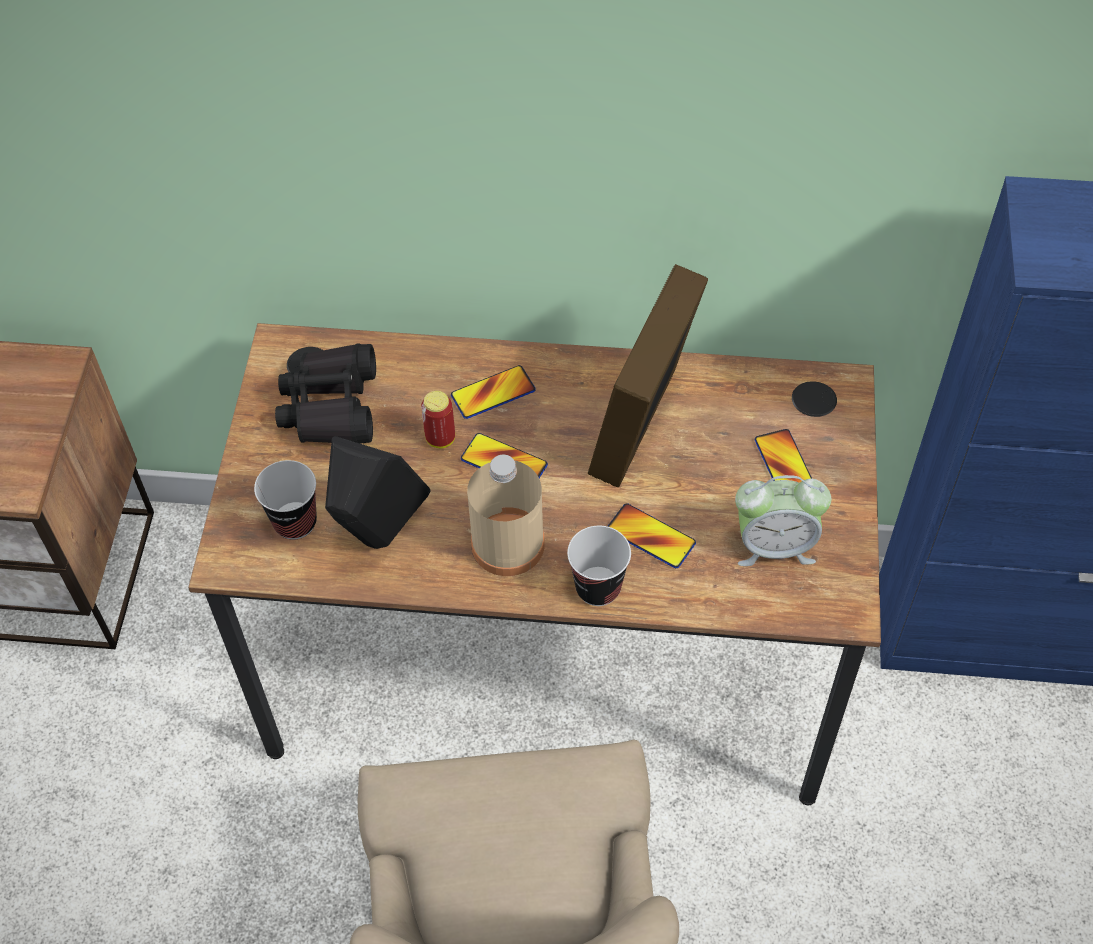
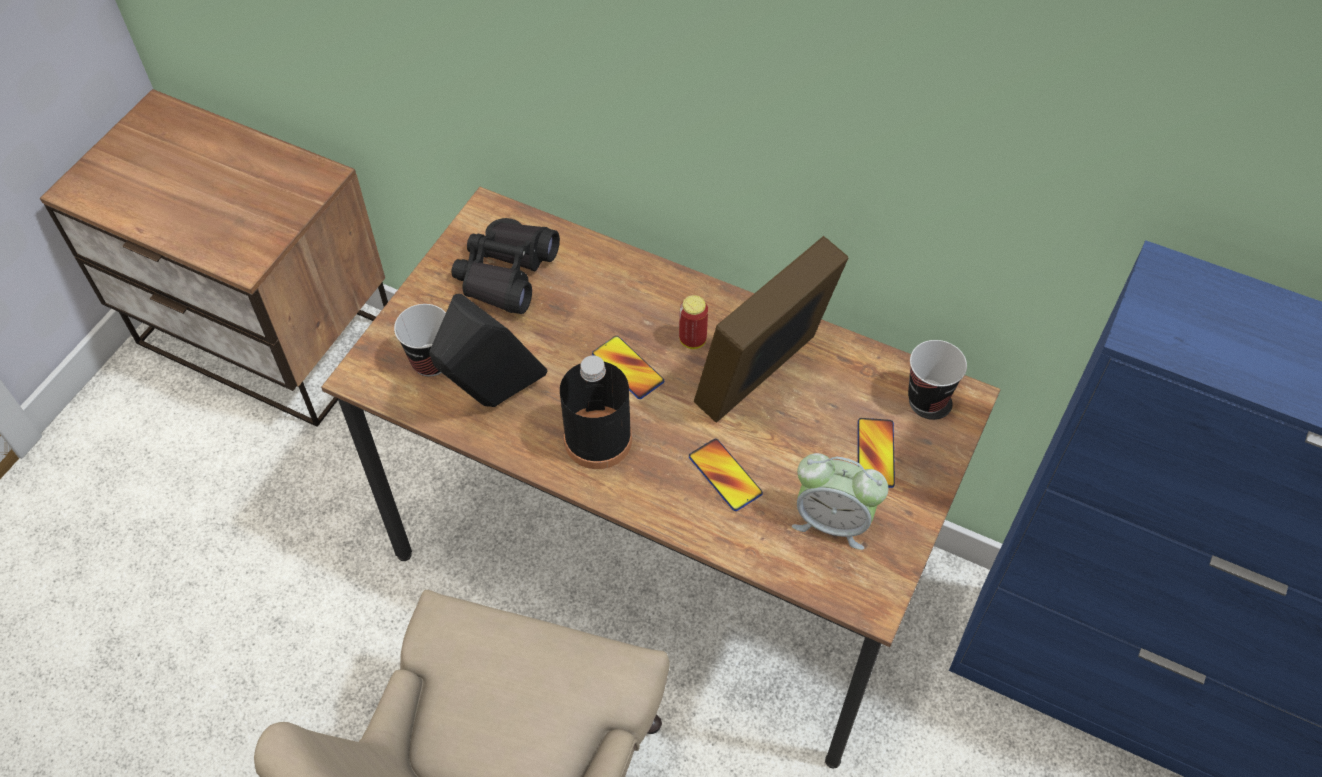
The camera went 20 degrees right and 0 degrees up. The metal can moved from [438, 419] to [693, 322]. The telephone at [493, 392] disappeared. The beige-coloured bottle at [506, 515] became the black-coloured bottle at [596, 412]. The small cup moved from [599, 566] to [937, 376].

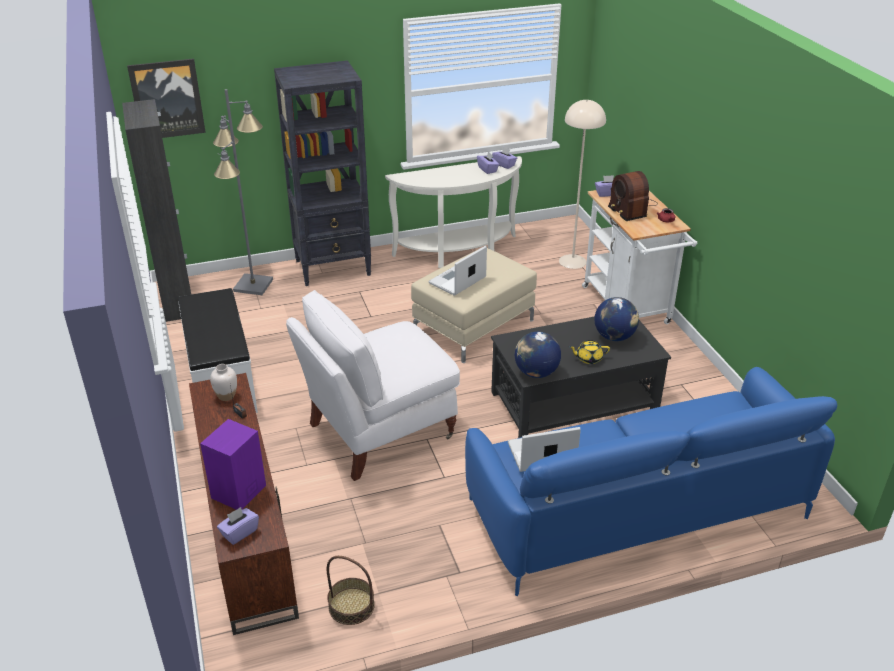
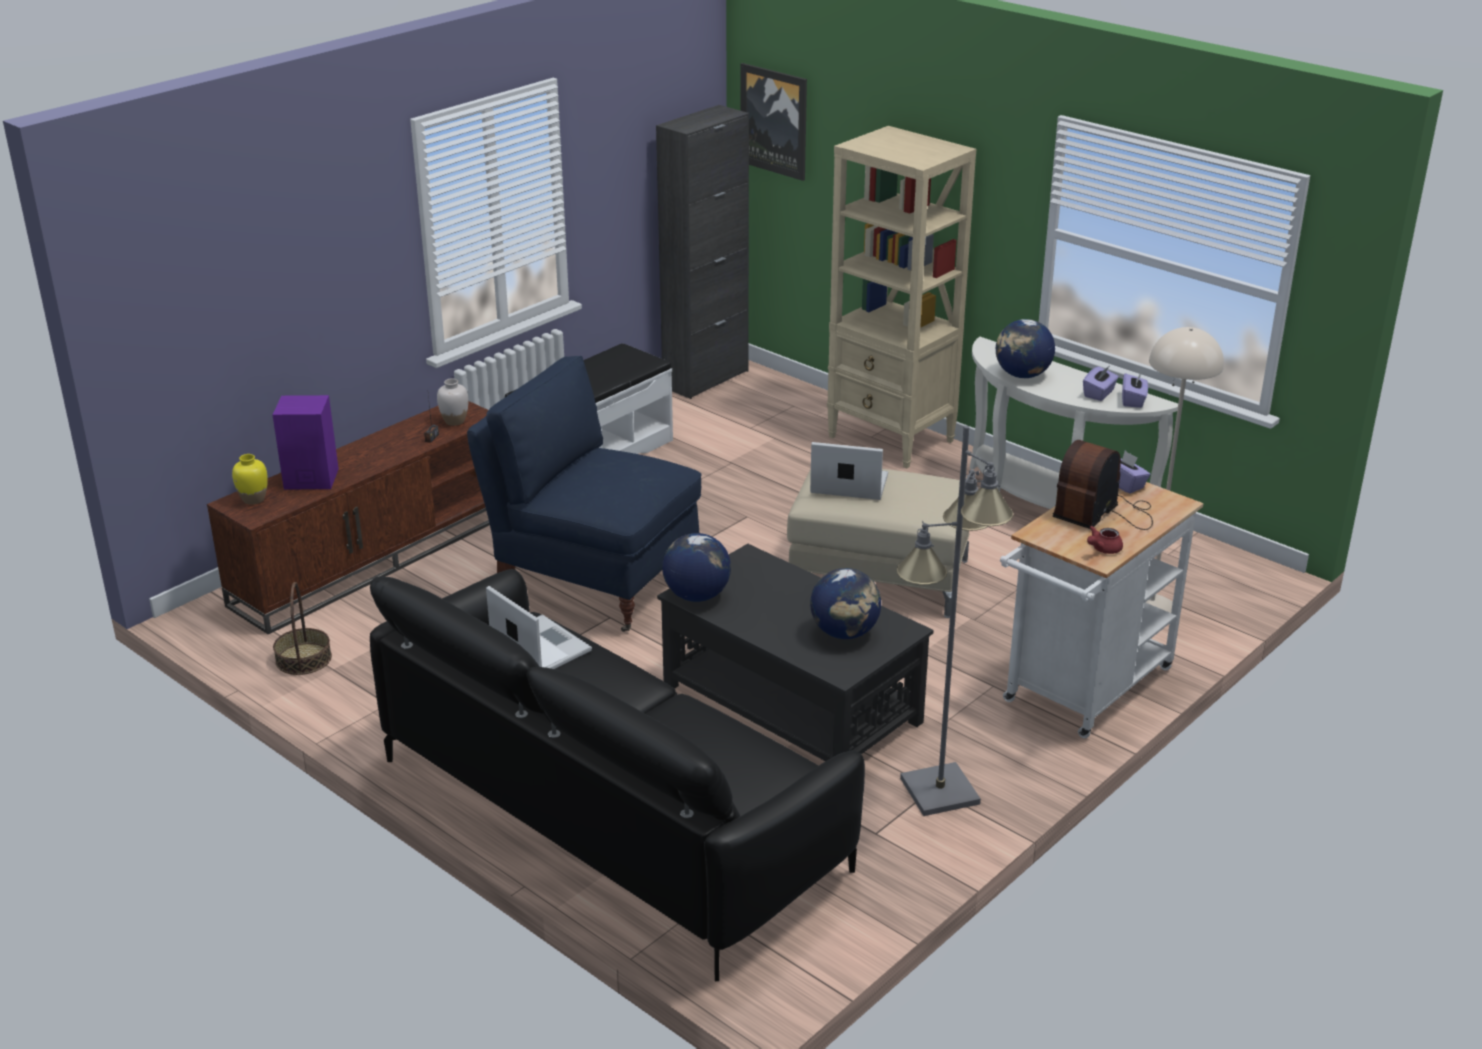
The camera went 60 degrees right and 5 degrees down. The greyish standing lamp moved from [243, 192] to [954, 621]. The purplish box of tissues at [238, 526] was replaced by the yellow vase at [250, 479]. The black-coloured bookcase at [322, 173] became the beige-coloured bookcase at [901, 297]. The whitish armchair at [373, 385] became the blue armchair at [584, 494]. The blue couch at [651, 481] became the black-coloured couch at [617, 775]. The yellow tea pot at [589, 352] disappeared. The globe at [1025, 348] appeared.

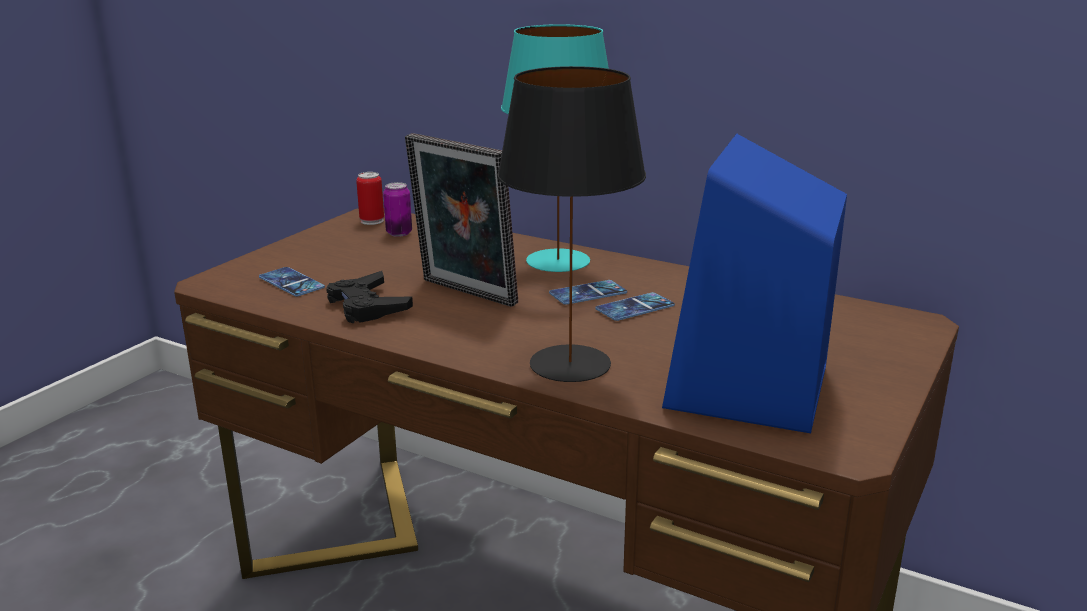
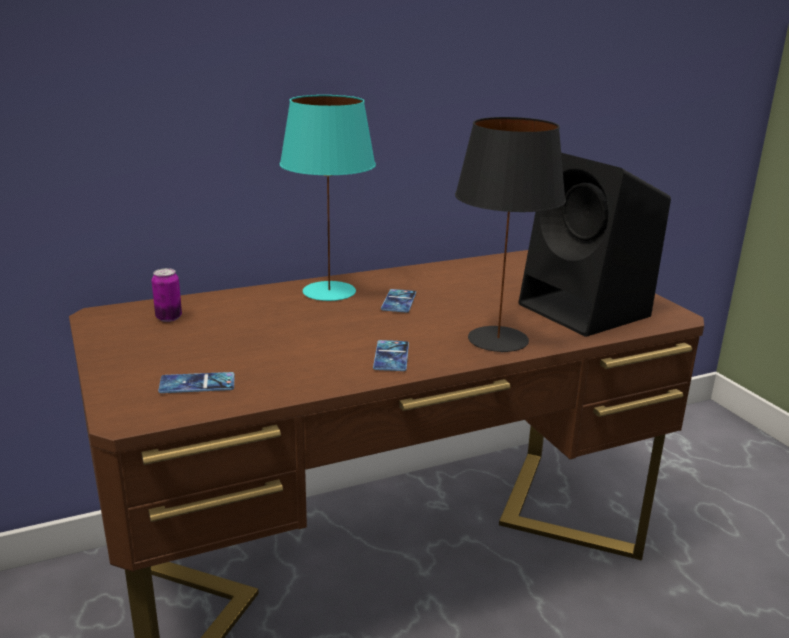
The camera went 55 degrees left and 0 degrees up. The black-coloured game controller at [369, 297] disappeared. The metal can at [370, 198] disappeared. The standing frame at [461, 220] disappeared. The telephone moved from [635, 306] to [391, 355]. The blue loudspeaker at [754, 283] became the black-coloured loudspeaker at [595, 245].

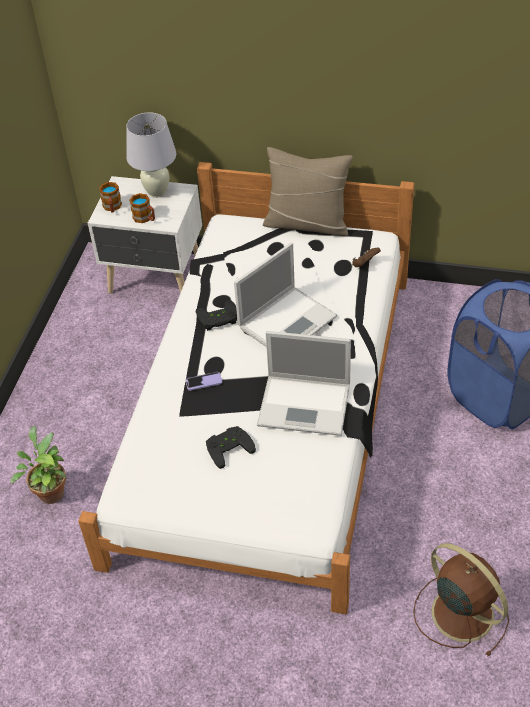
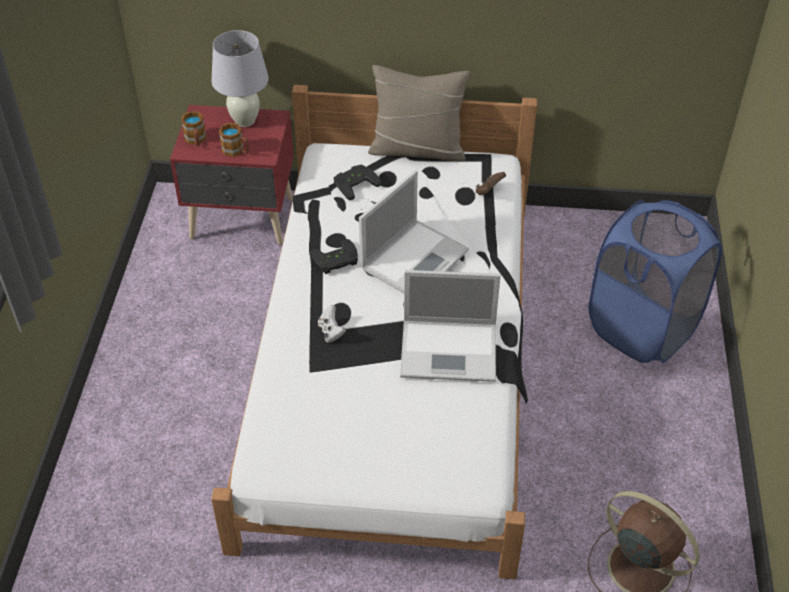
The camera went 10 degrees left and 0 degrees up. The plant in a pot at [38, 465] disappeared. The whitish bedside table at [145, 234] became the reddish bedside table at [232, 175]. The telephone at [203, 381] was replaced by the whitish game controller at [332, 324]. The black-coloured game controller moved from [231, 447] to [357, 182].

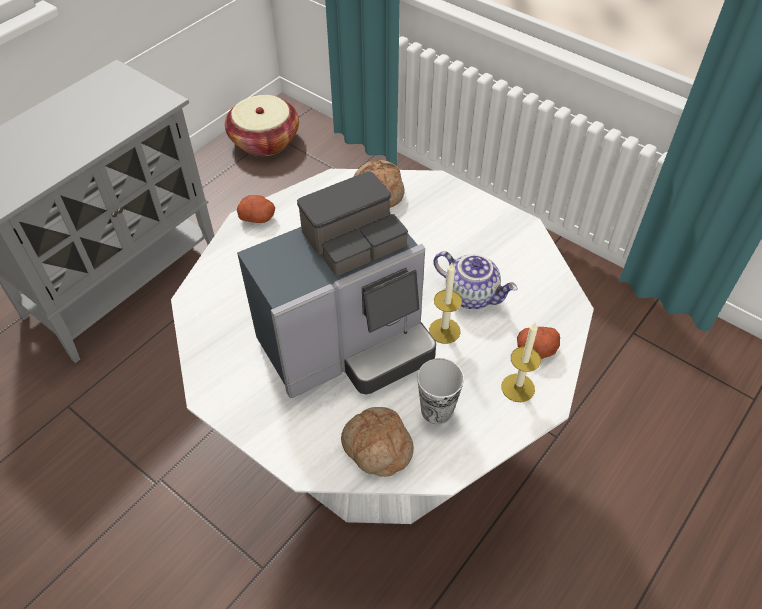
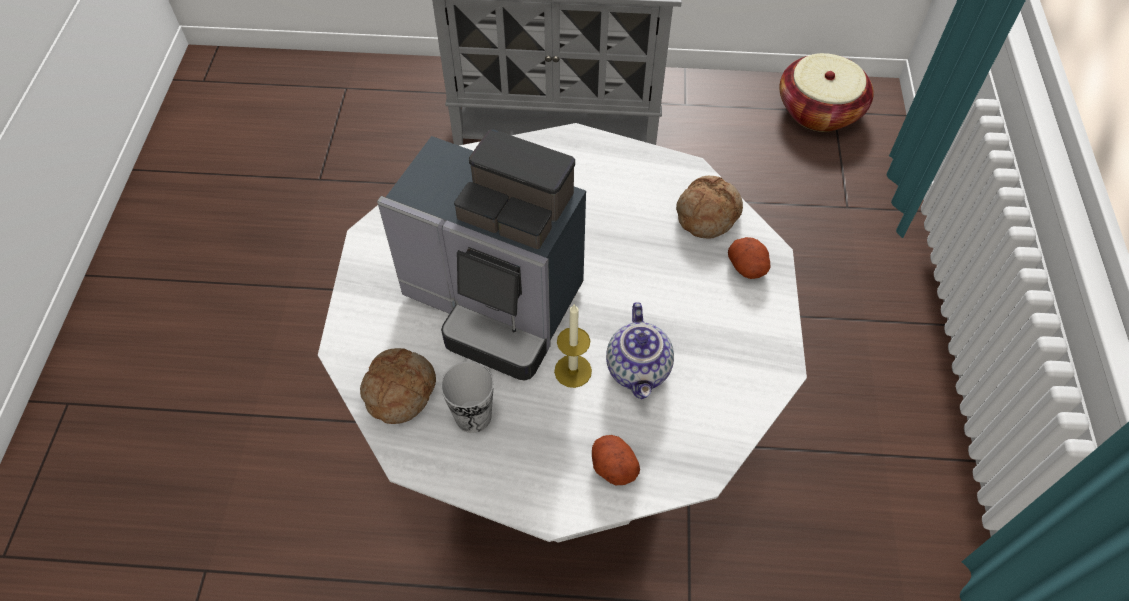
The camera went 55 degrees right and 5 degrees up. The potato moved from [256, 209] to [749, 258]. The candle at [521, 362] disappeared.

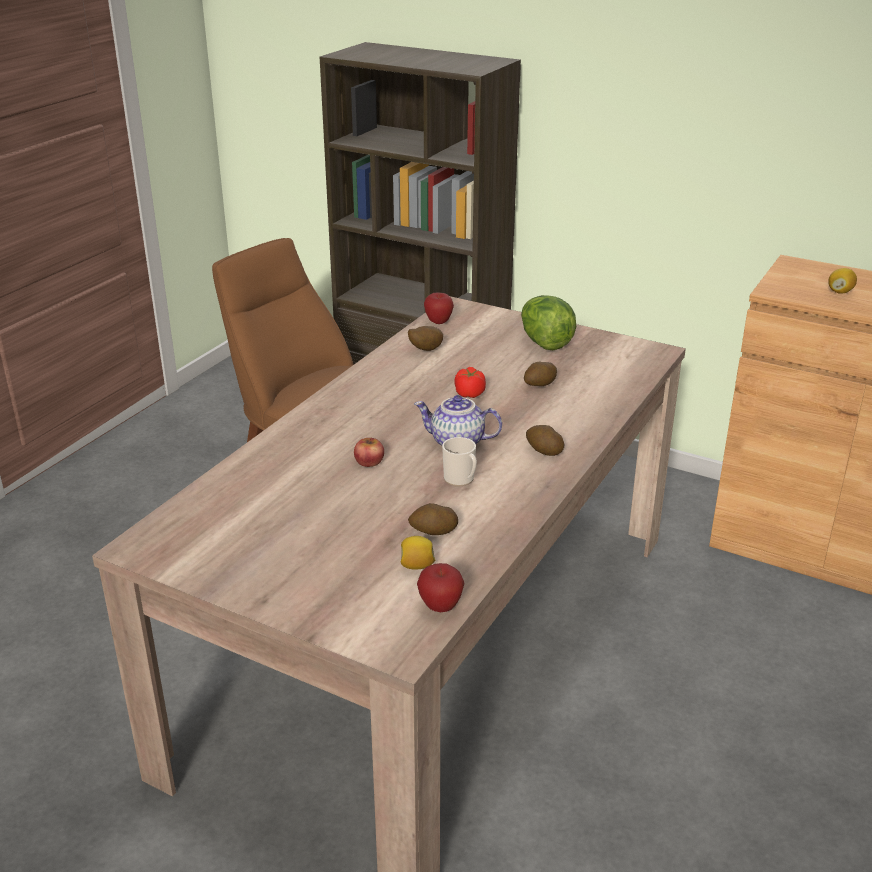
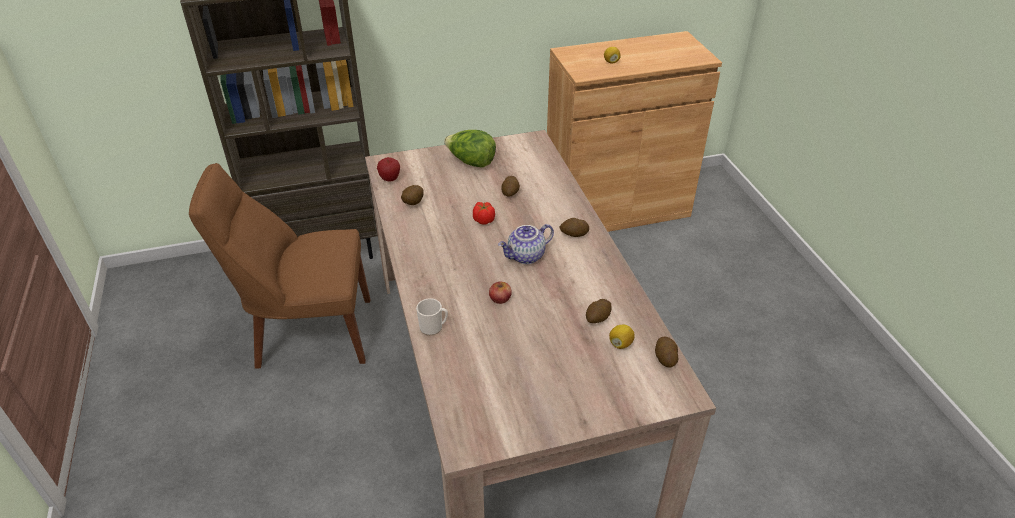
The camera went 45 degrees left and 10 degrees up. The apple at [440, 587] was replaced by the potato at [666, 352]. The tea mug moved from [459, 461] to [432, 316].

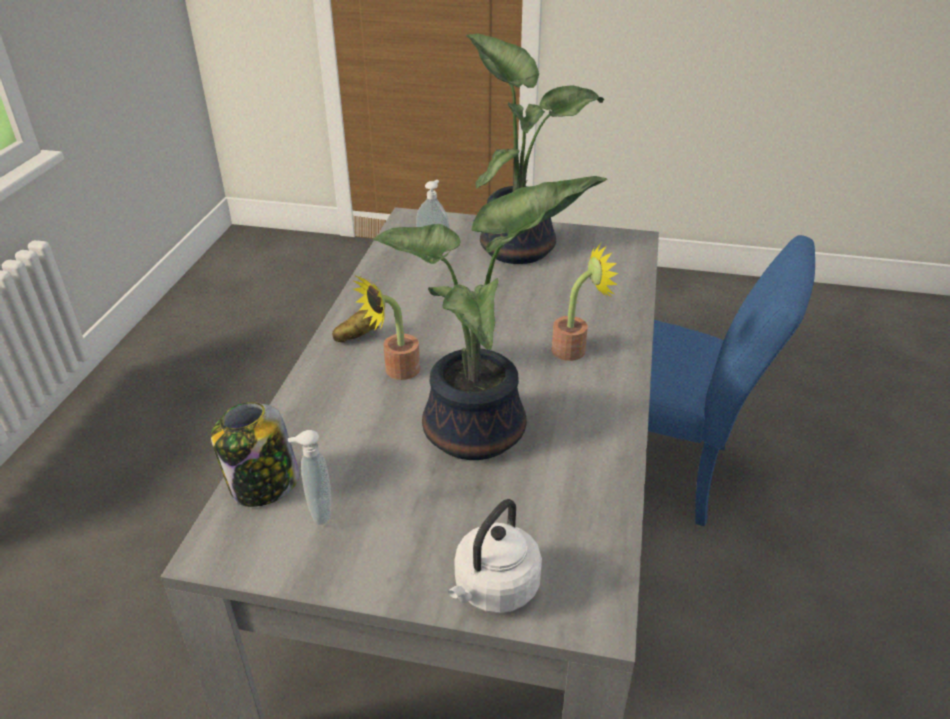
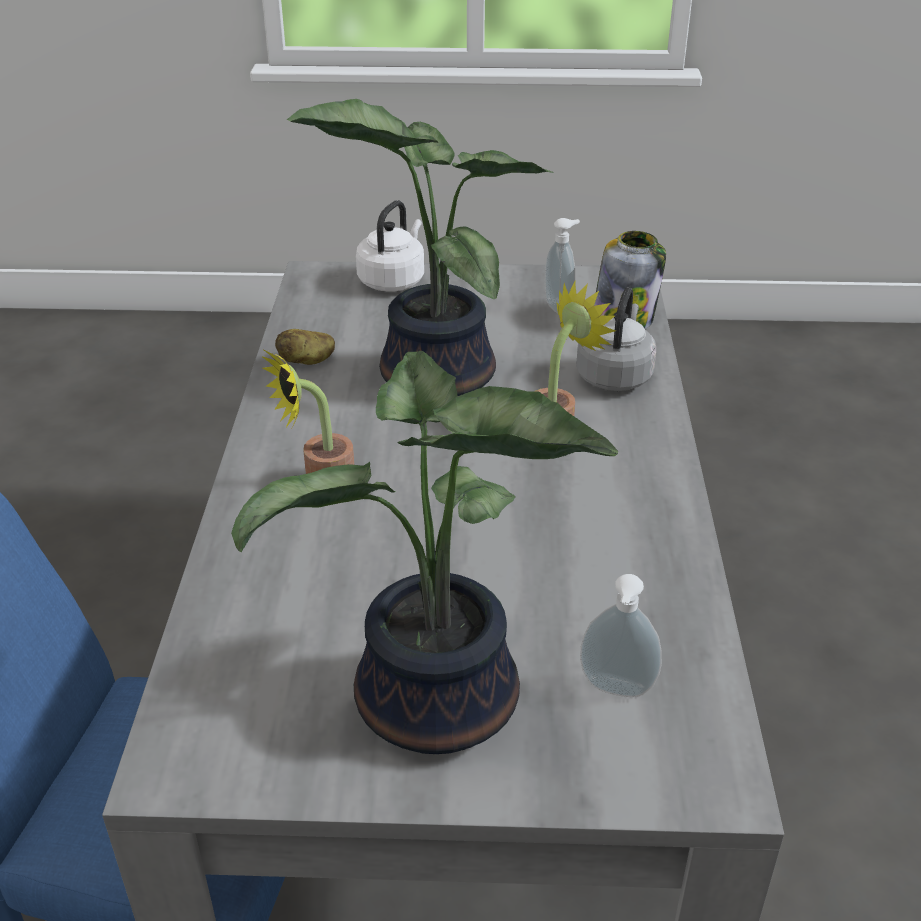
The camera went 170 degrees right and 0 degrees up. The potato moved from [355, 326] to [305, 347]. The greyish water kettle at [616, 339] appeared.

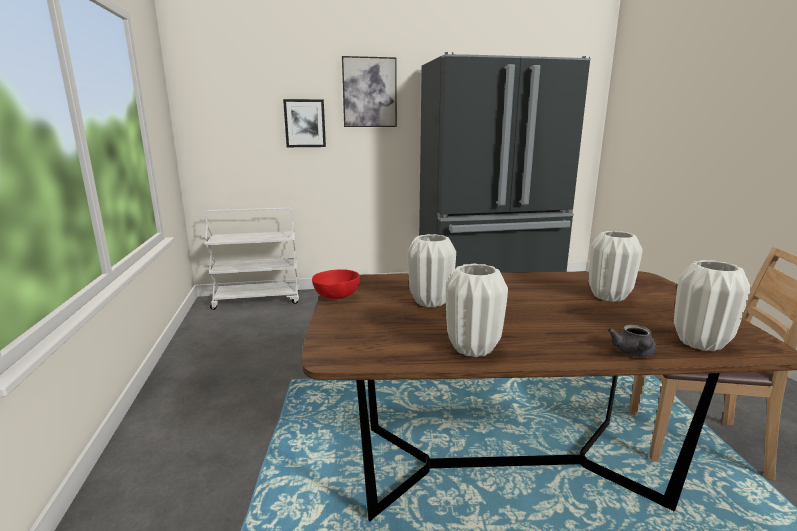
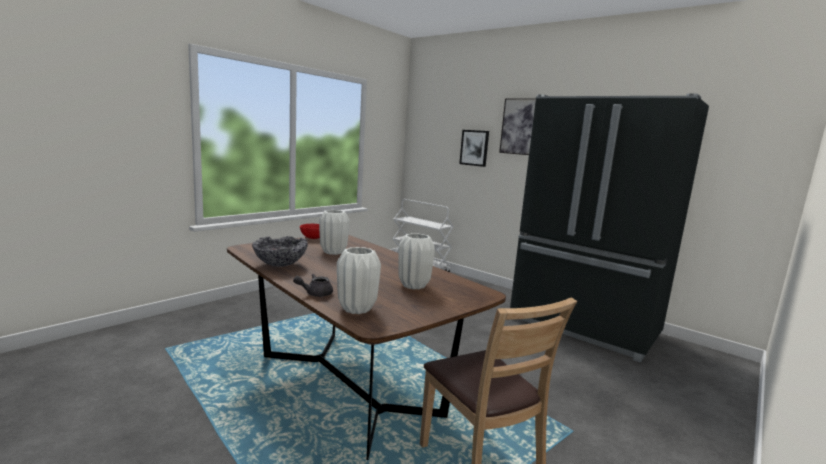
The camera went 50 degrees right and 5 degrees down. The whitish vase at [477, 310] was replaced by the deep dish at [280, 251].

